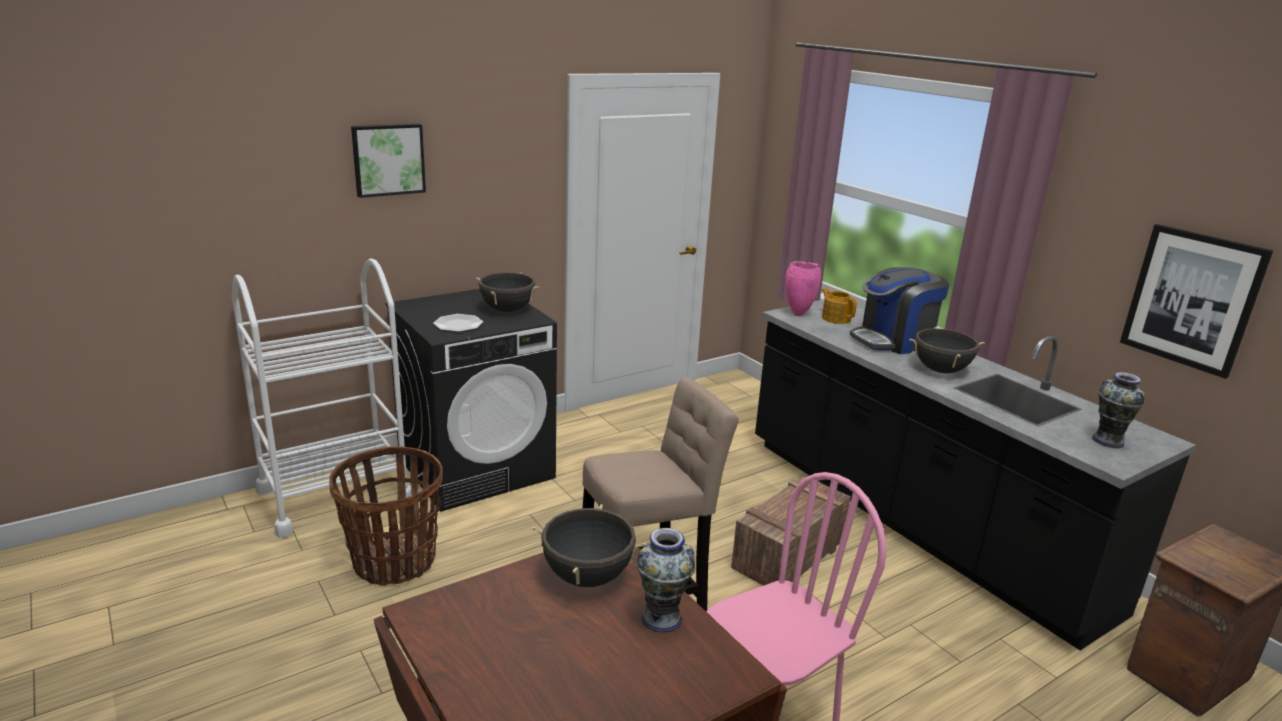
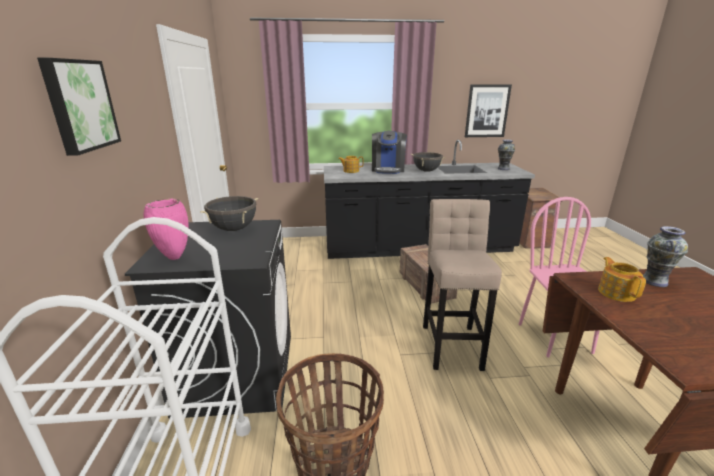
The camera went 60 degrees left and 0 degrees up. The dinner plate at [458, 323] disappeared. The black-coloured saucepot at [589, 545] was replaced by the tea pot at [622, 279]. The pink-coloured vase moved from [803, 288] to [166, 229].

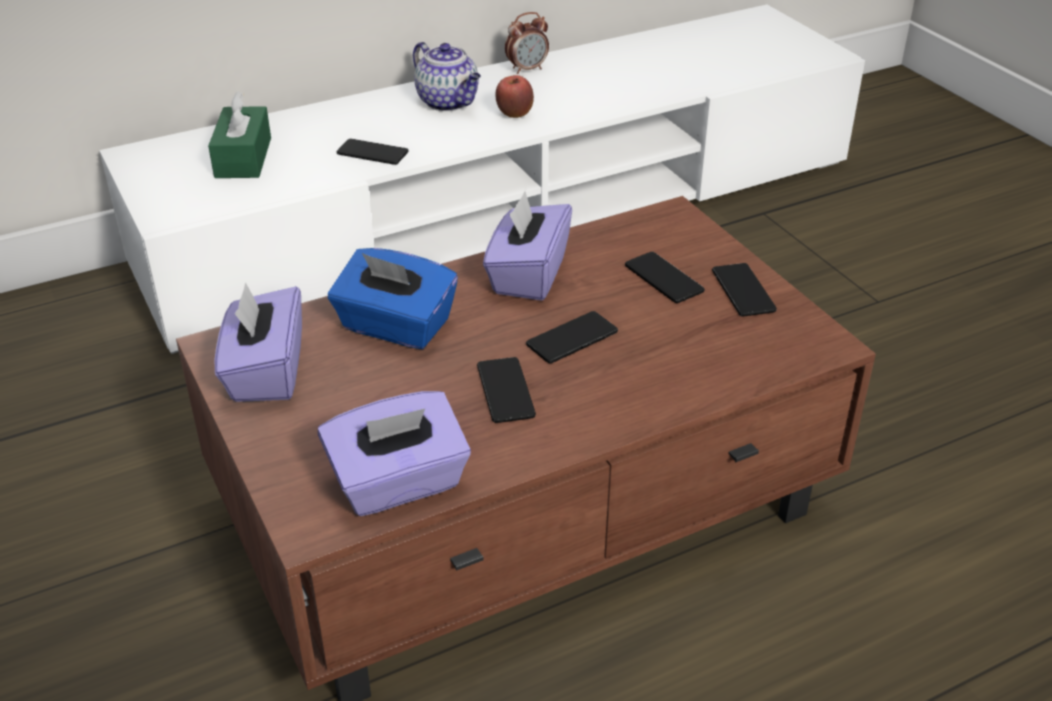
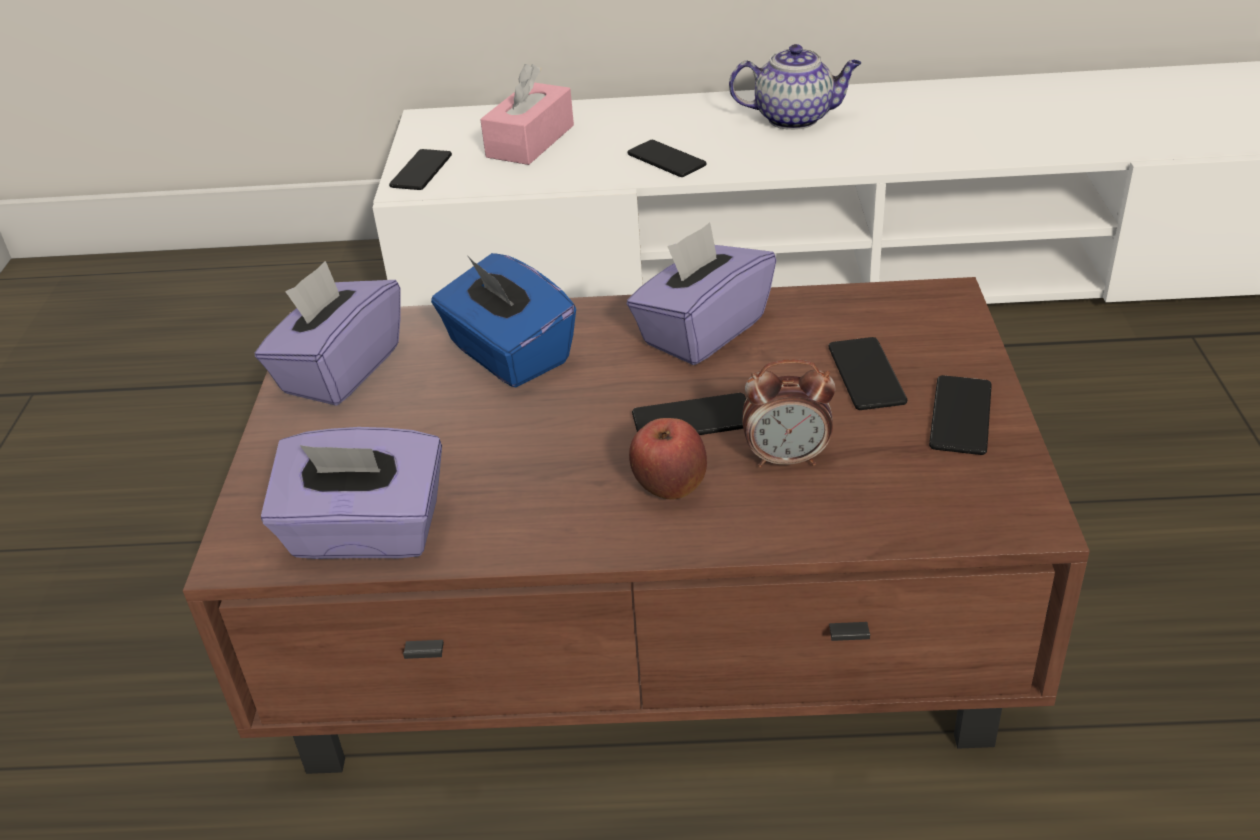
The camera went 30 degrees right and 0 degrees up. The green-coloured box of tissues at [239, 134] became the pink-coloured box of tissues at [527, 114]. The tea pot at [447, 76] turned 75 degrees counterclockwise. The telephone moved from [506, 390] to [420, 169]. The apple moved from [515, 96] to [668, 459]. The bedside clock moved from [527, 43] to [789, 413].

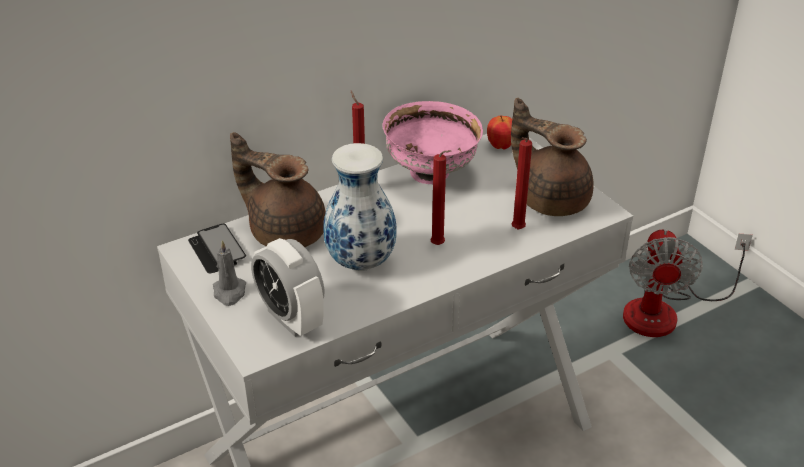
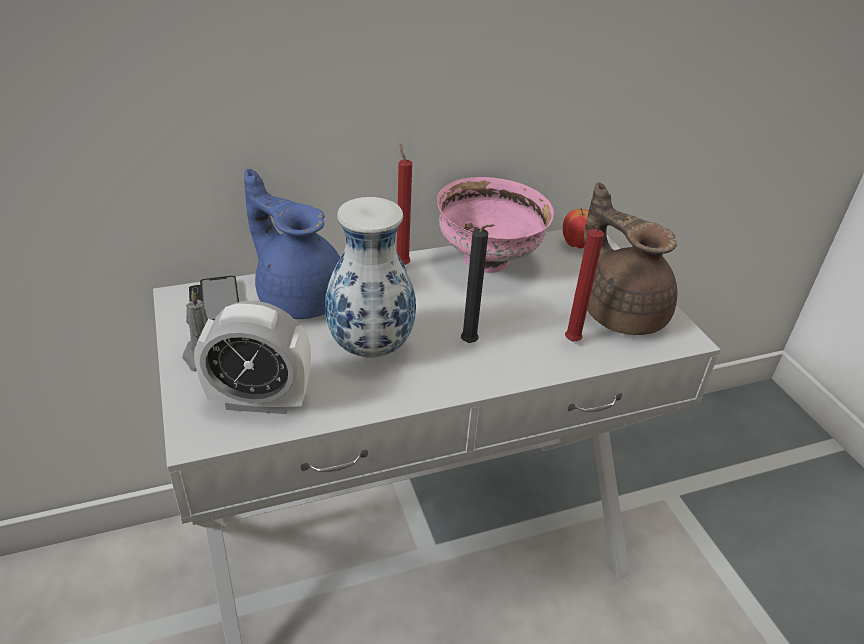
The camera went 10 degrees right and 0 degrees up. The brownish tea pot at [278, 189] became the blue tea pot at [292, 244]. The bedside clock at [288, 287] turned 60 degrees counterclockwise. The reddish candle at [440, 197] became the black-coloured candle at [478, 283]. The fan at [688, 283] disappeared.

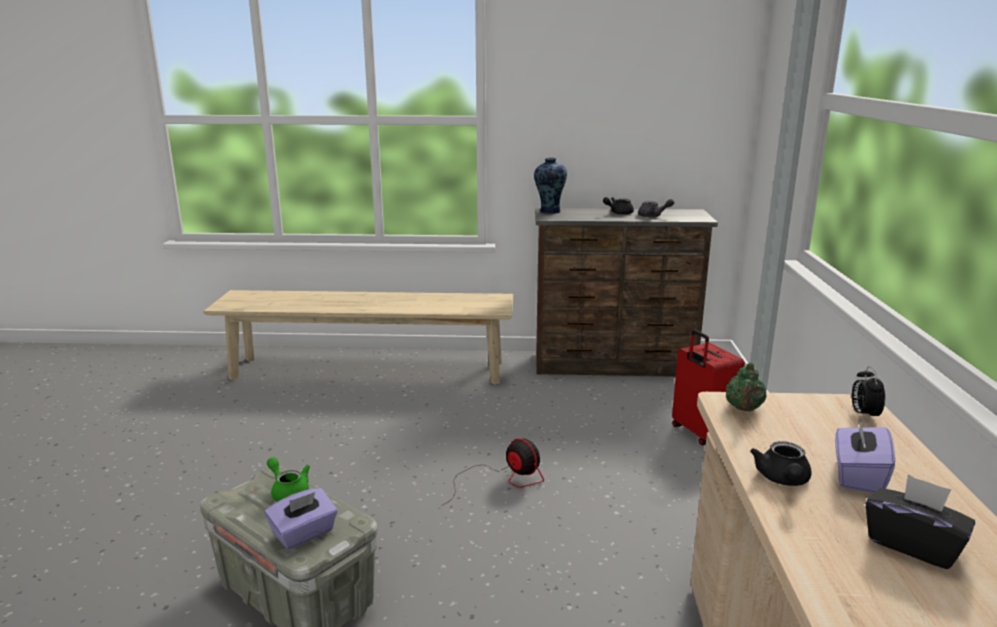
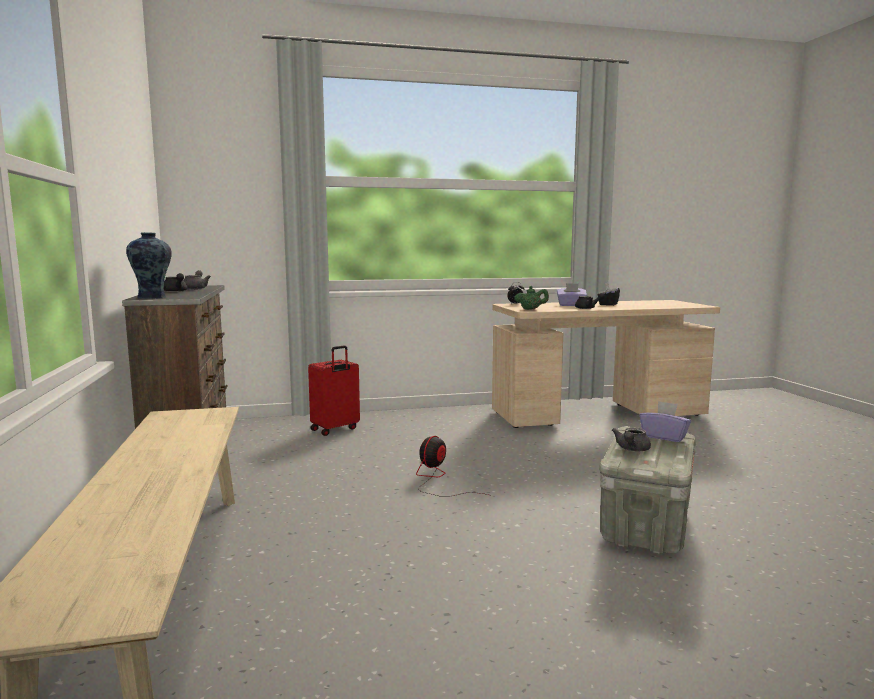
The camera went 105 degrees left and 10 degrees down. The green-coloured tea pot at [288, 479] became the greyish tea pot at [631, 439].

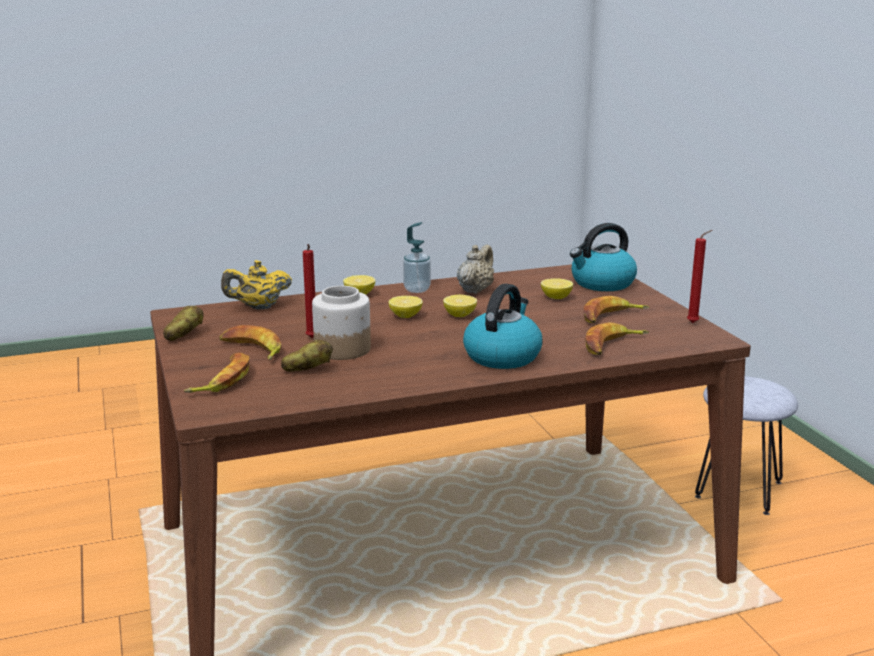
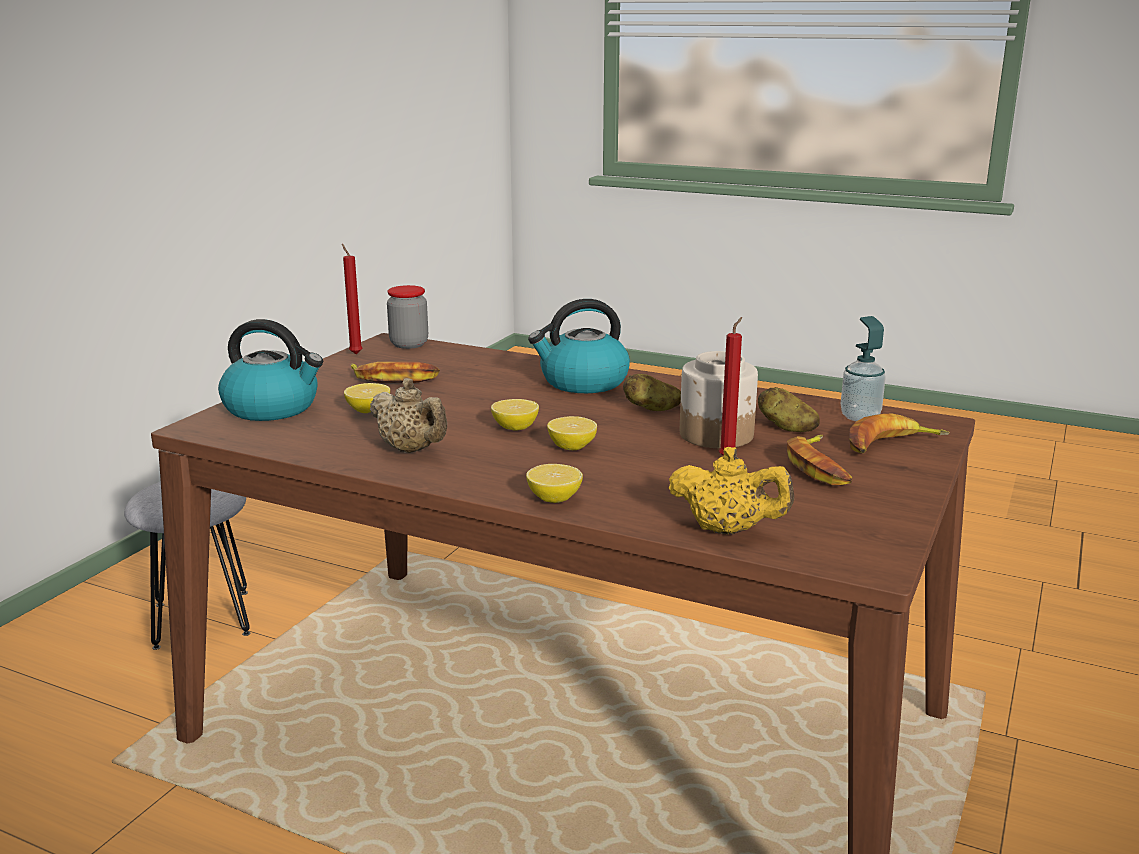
The camera went 135 degrees left and 0 degrees up. The potato moved from [183, 323] to [652, 392]. The soap dispenser moved from [417, 257] to [863, 368]. The beige-coloured tea pot at [475, 269] turned 120 degrees counterclockwise. The banana fruit at [617, 338] disappeared. The jar at [407, 317] appeared.

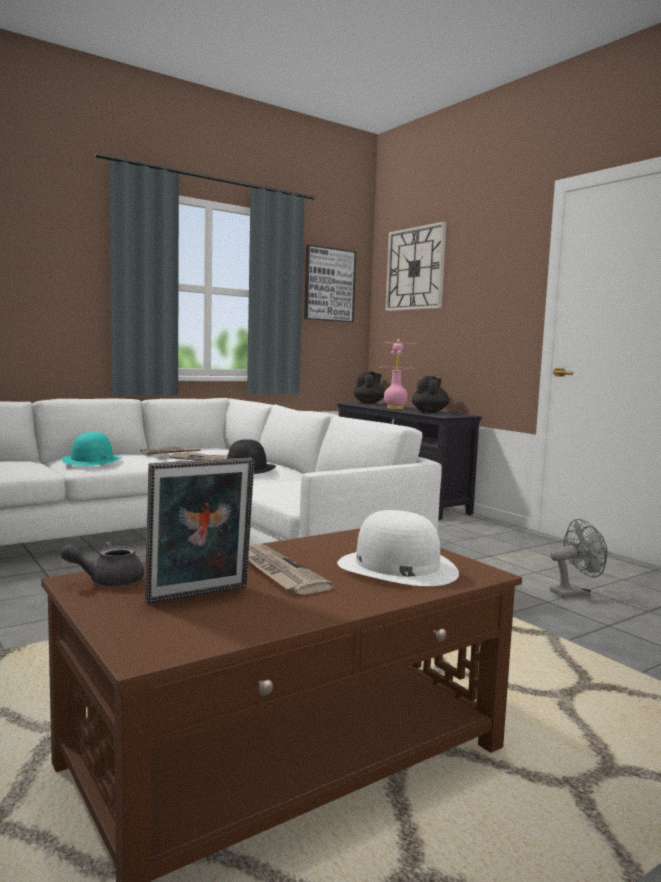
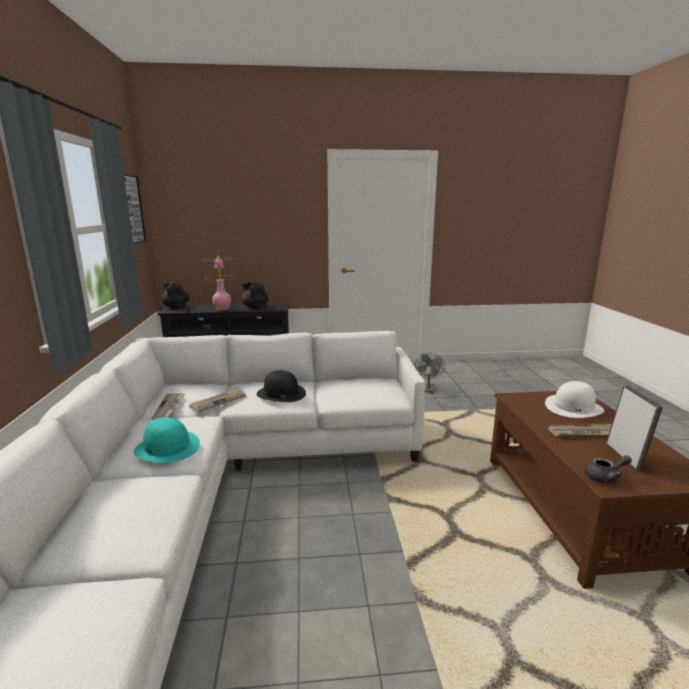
The camera went 60 degrees left and 10 degrees up. The greyish tea pot at [102, 563] turned 105 degrees counterclockwise. The wall clock at [415, 266] disappeared.

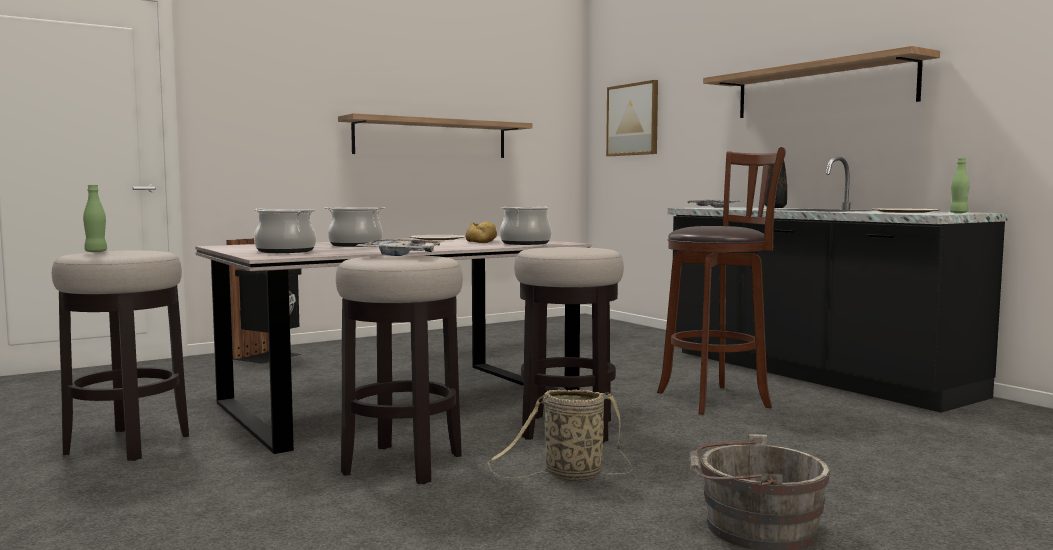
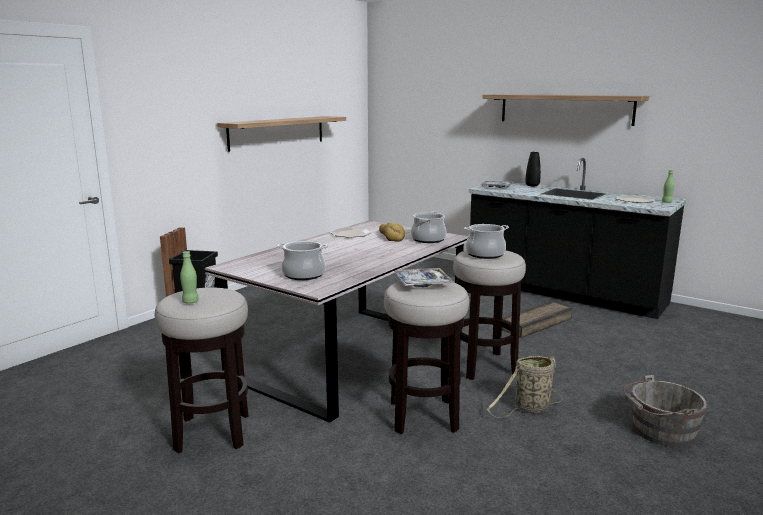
The camera went 20 degrees left and 10 degrees up. The saucepot moved from [355, 227] to [486, 241]. The wall art at [632, 118] disappeared. The brownish sitting stool at [721, 281] was replaced by the crate at [537, 319].

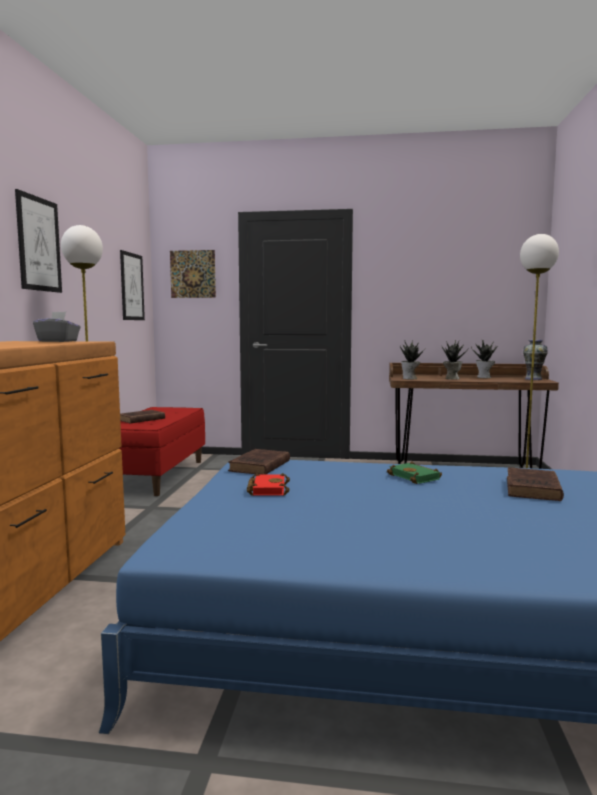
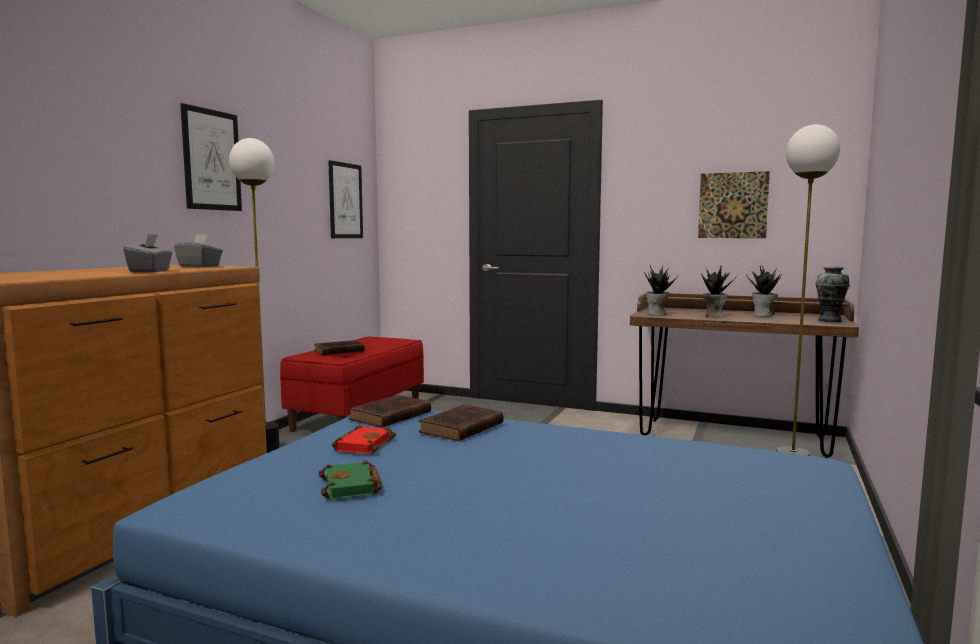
The camera went 15 degrees right and 0 degrees up. The wall art moved from [193, 274] to [734, 204]. The green-coloured volume moved from [414, 472] to [350, 480]. The brownish volume moved from [535, 484] to [461, 423]. The greyish box of tissues at [147, 253] appeared.

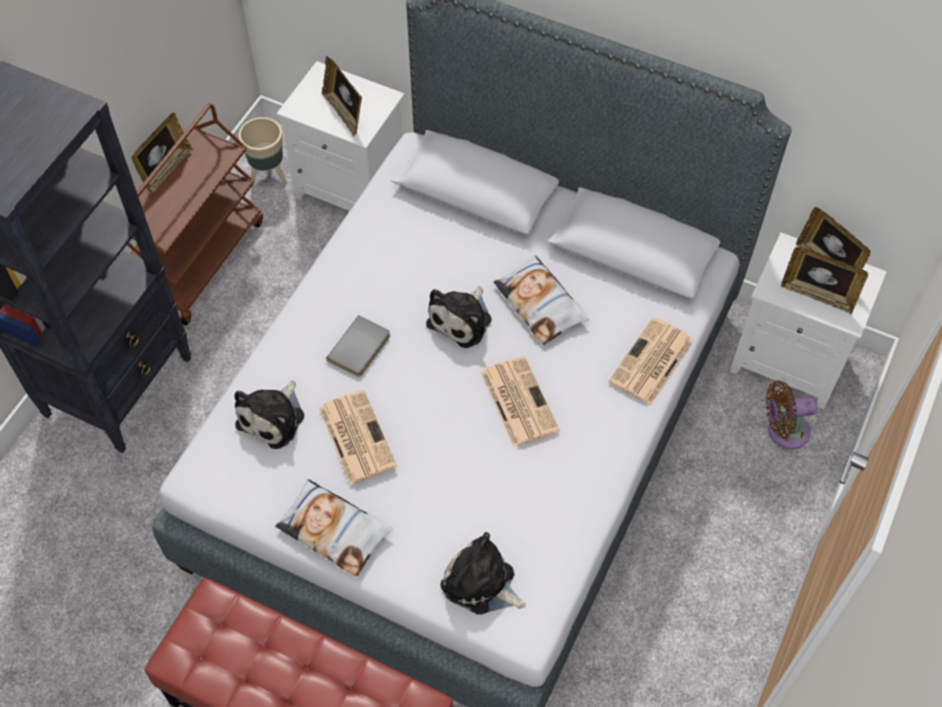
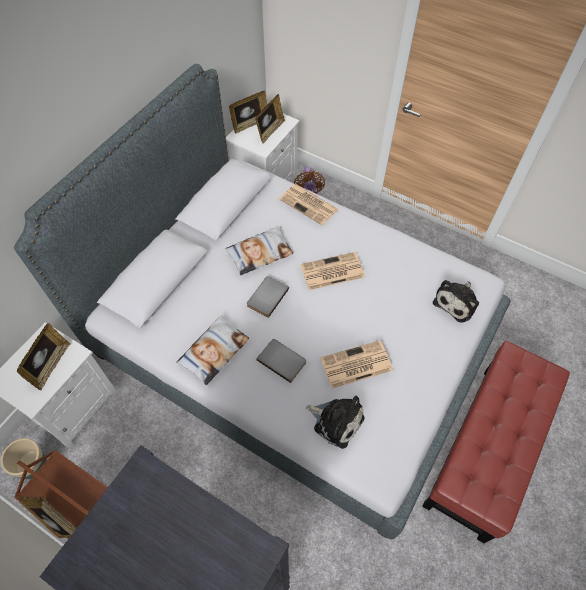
The camera went 85 degrees left and 0 degrees up. The pillow moved from [333, 527] to [212, 350]. The standing frame at [342, 96] turned 45 degrees counterclockwise. The cuddly toy at [459, 317] was replaced by the greyish volume at [268, 297].

